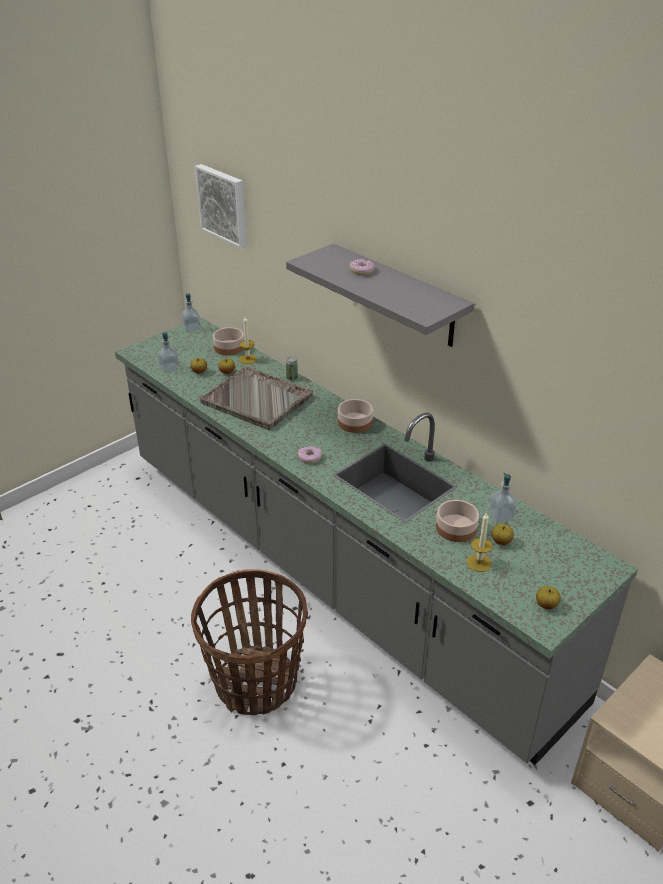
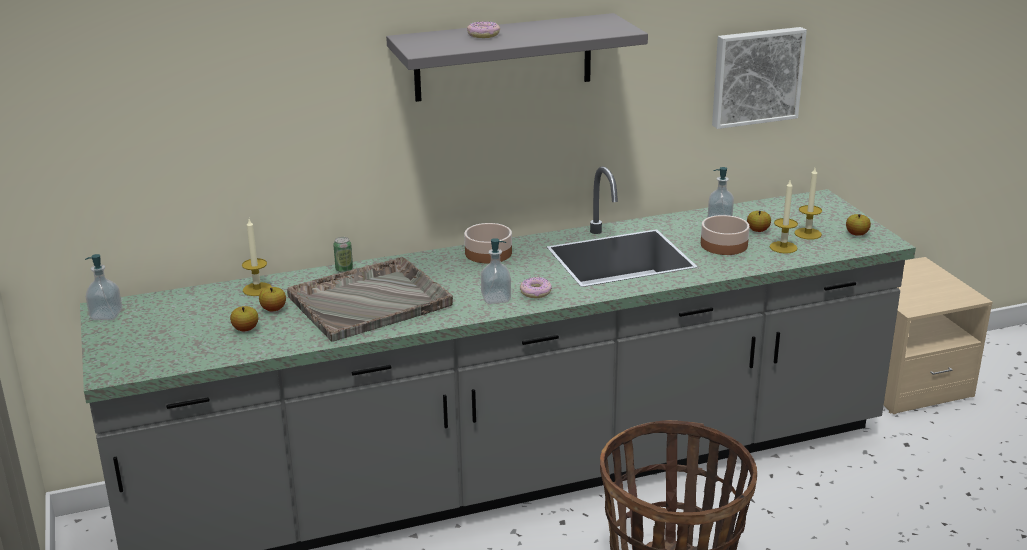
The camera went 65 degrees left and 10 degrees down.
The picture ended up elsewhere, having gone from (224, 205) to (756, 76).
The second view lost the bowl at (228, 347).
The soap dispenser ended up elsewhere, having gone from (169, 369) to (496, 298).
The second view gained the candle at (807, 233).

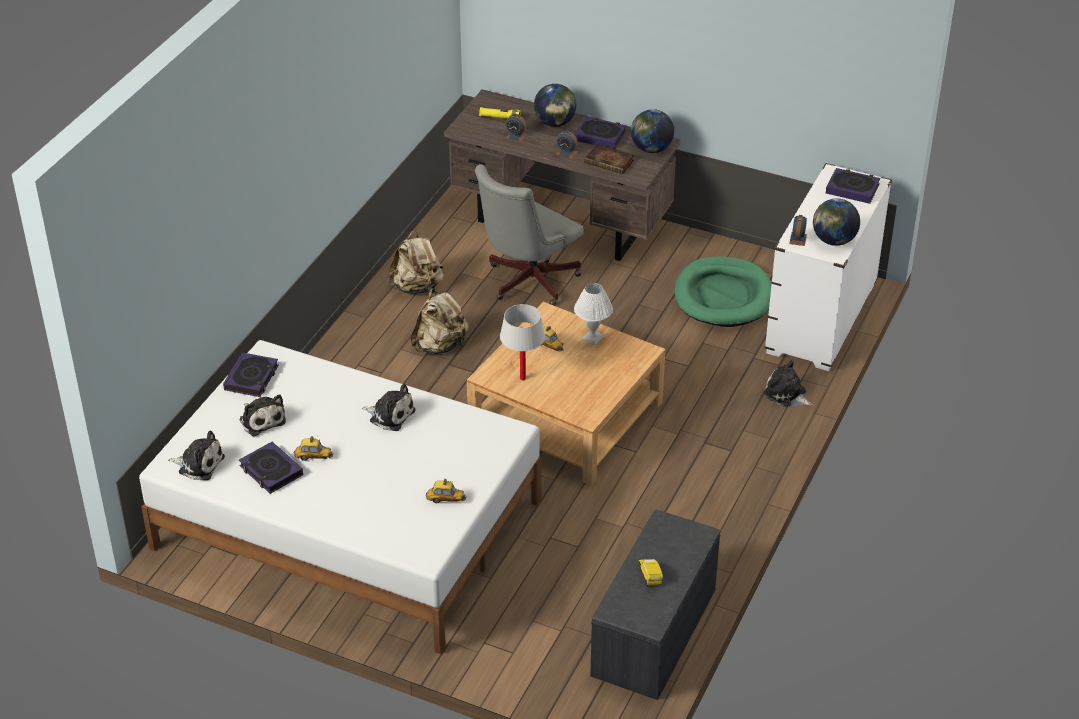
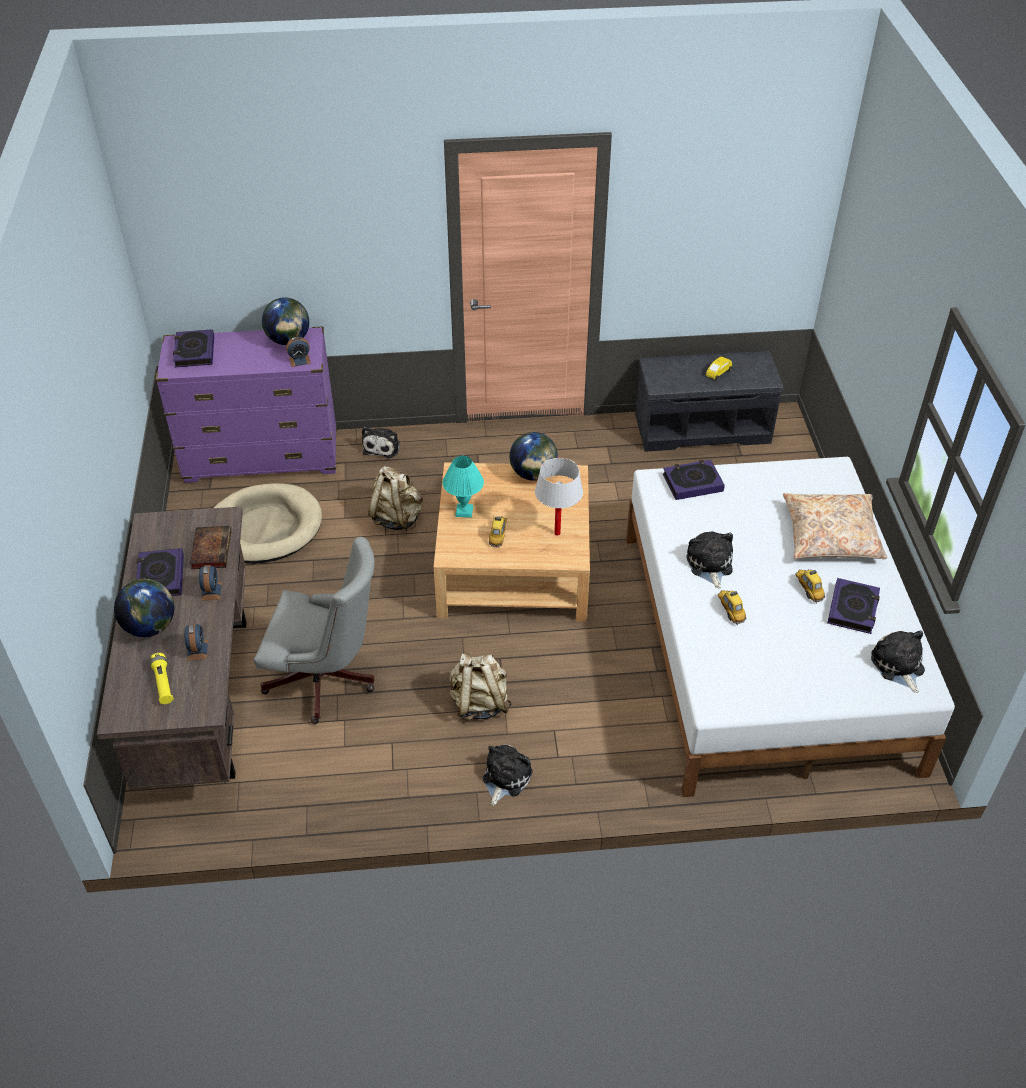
The camera went 120 degrees left and 5 degrees up.
The globe ended up elsewhere, having gone from (651, 149) to (533, 474).
What was the dresser (white) at (821, 319) turned into the dresser (purple) at (262, 457).
The backpack (beige) ended up elsewhere, having gone from (417, 287) to (397, 518).
What was the dog bed (green) at (723, 296) turned into the dog bed (beige) at (264, 528).
What was the table lamp (white) at (593, 338) turned into the table lamp (turquoise) at (464, 511).
The book ended up elsewhere, having gone from (252, 378) to (692, 483).
The plush toy ended up elsewhere, having gone from (261, 419) to (505, 778).
The toy car ended up elsewhere, having gone from (446, 499) to (730, 611).
The second view gained the pillow (beige) at (831, 535).

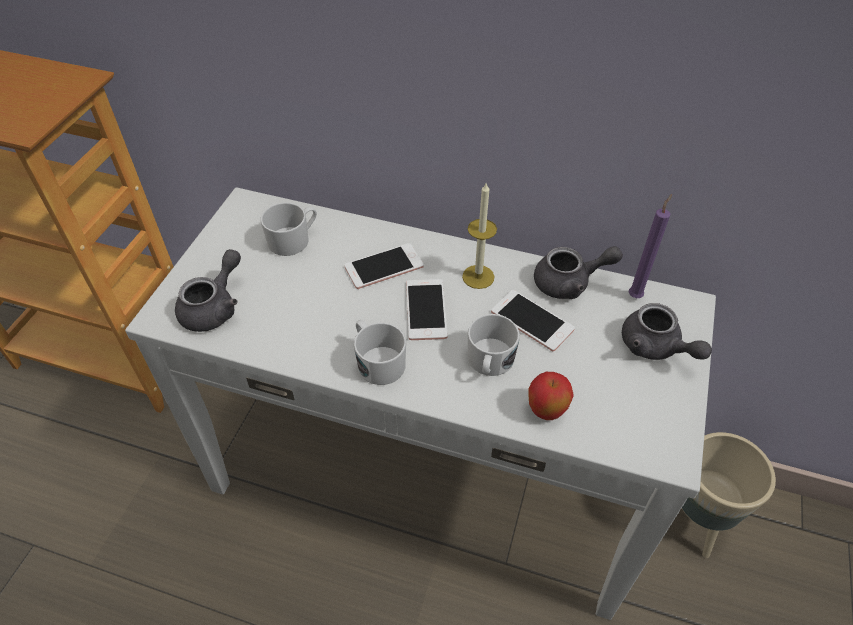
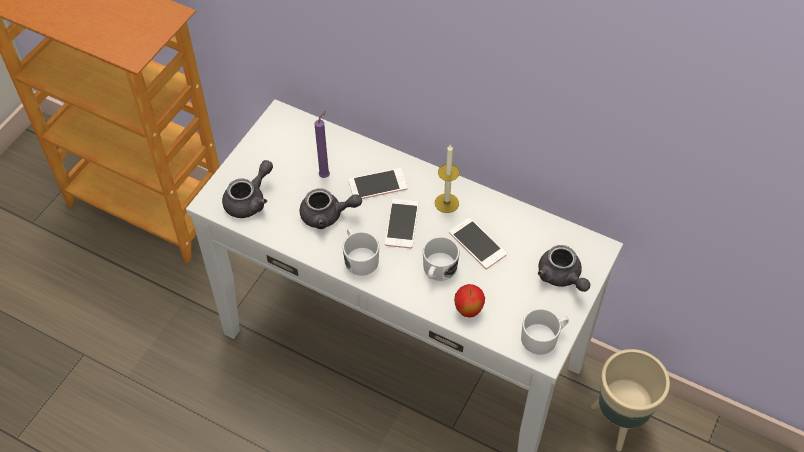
The camera went 10 degrees right and 5 degrees up.
The candle (purple) ended up elsewhere, having gone from (636, 295) to (326, 175).
The mug (white) ended up elsewhere, having gone from (293, 239) to (543, 337).
The teapot (grey) ended up elsewhere, having gone from (569, 283) to (327, 215).

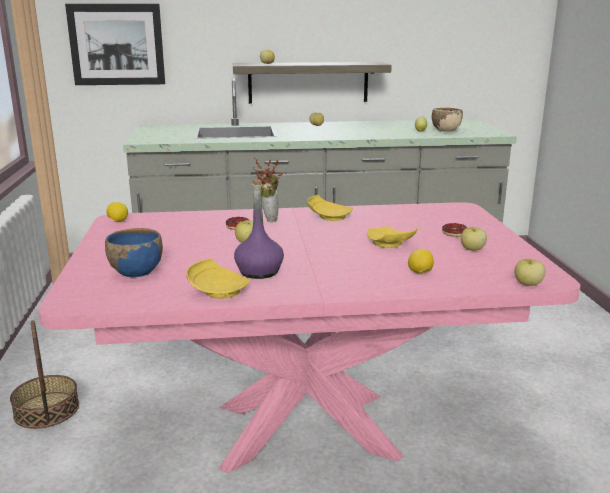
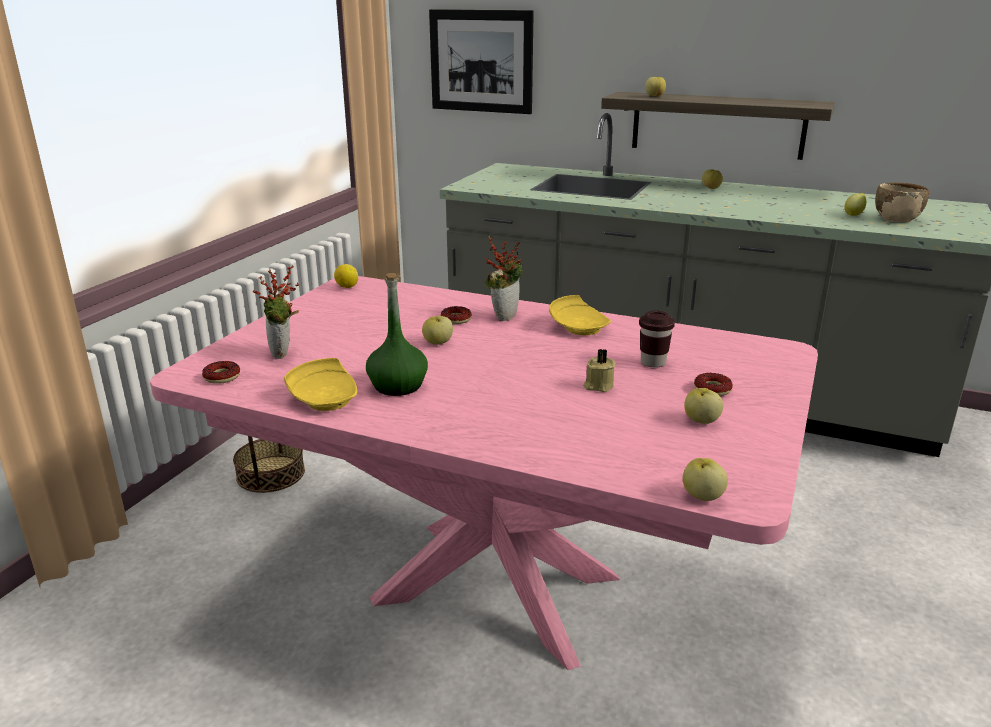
The camera went 30 degrees right and 5 degrees up.
What was the bottle (purple) at (259, 272) turned into the bottle (green) at (398, 386).
Where the plate (yellow) stood at (389, 245), the candle (beige) came to stand at (598, 386).
Where the bowl (blue) stood at (136, 271), the potted plant came to stand at (284, 354).
The second view lost the lemon at (420, 273).
The second view gained the cup (brown) at (653, 362).
The second view gained the donut at (222, 377).

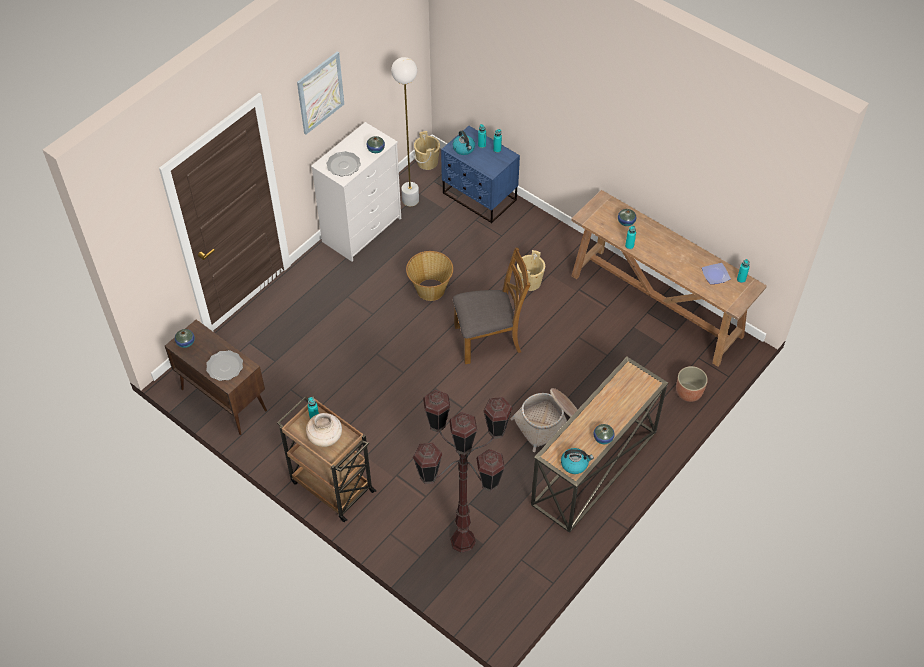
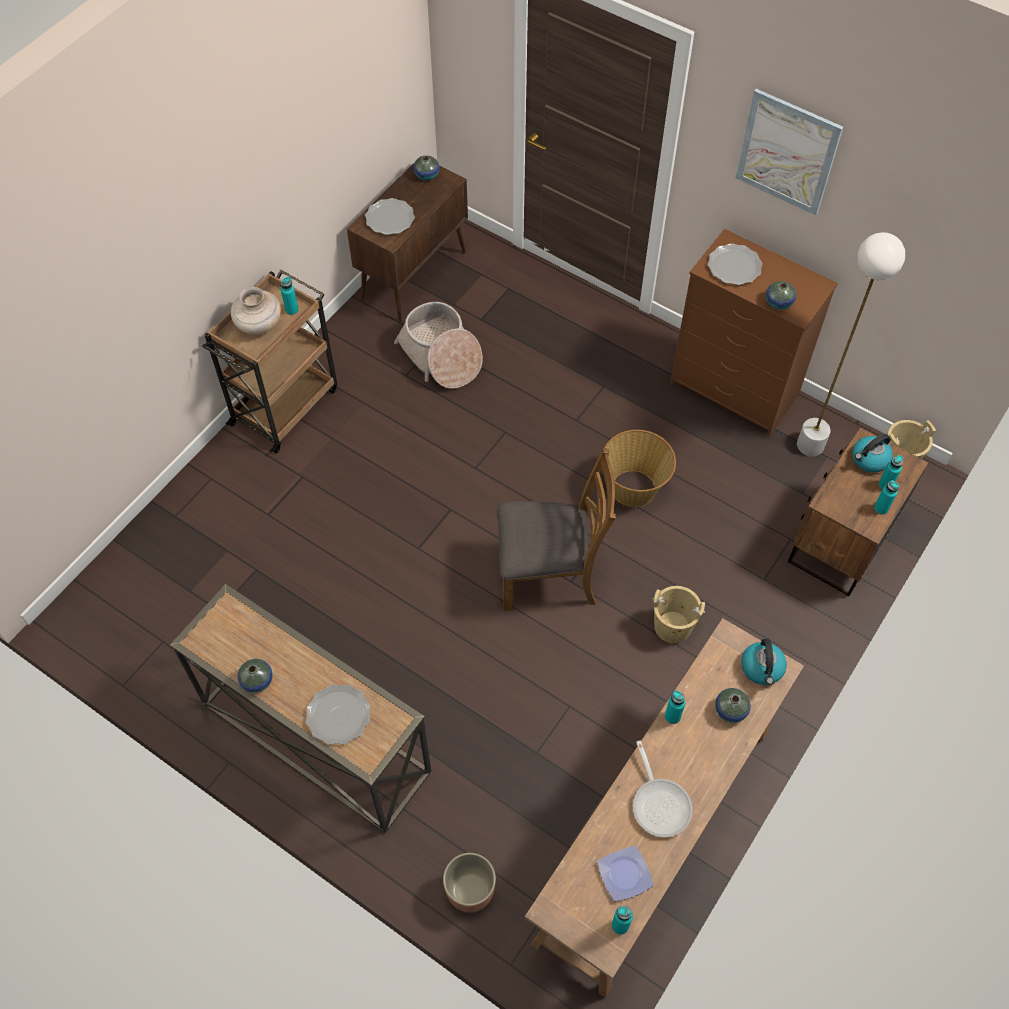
The camera went 85 degrees right and 5 degrees up.
What was the dresser (white) at (362, 229) turned into the dresser (brown) at (735, 389).
What was the nightstand (blue) at (479, 197) turned into the nightstand (brown) at (840, 540).
The chair (brown) at (488, 339) ended up facing another way, 75 degrees counterclockwise from before.
The basket ended up elsewhere, having gone from (548, 423) to (441, 356).
The second view lost the floor lamp (brown) at (462, 541).
The kettle ended up elsewhere, having gone from (575, 464) to (762, 668).
The second view gained the plate at (338, 716).
The second view gained the frying pan at (660, 803).

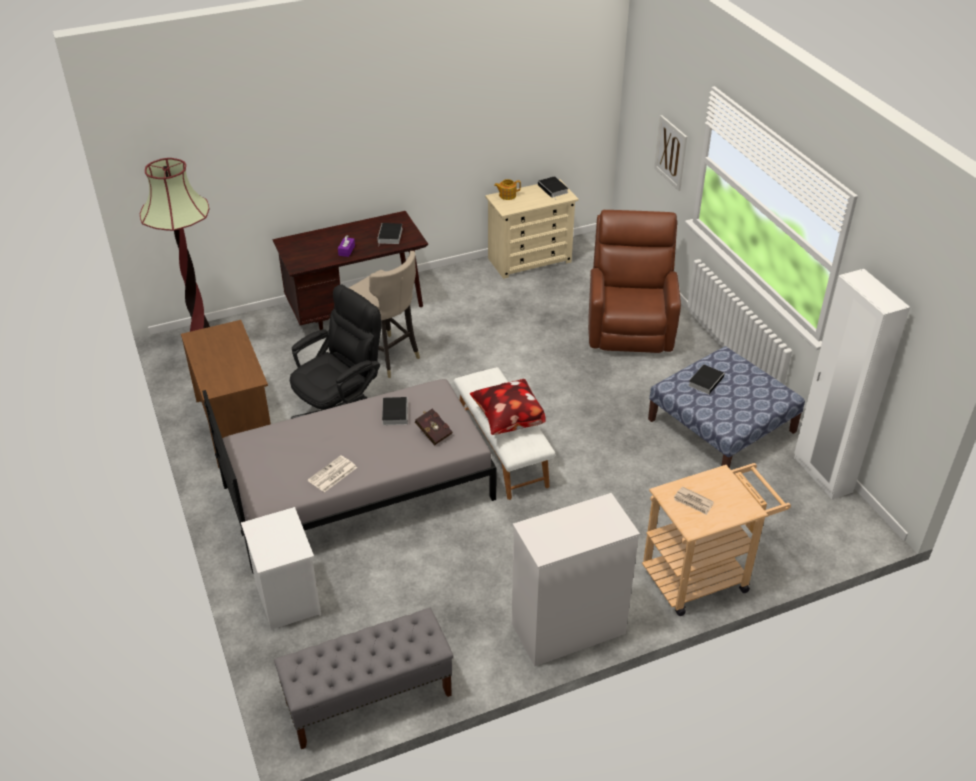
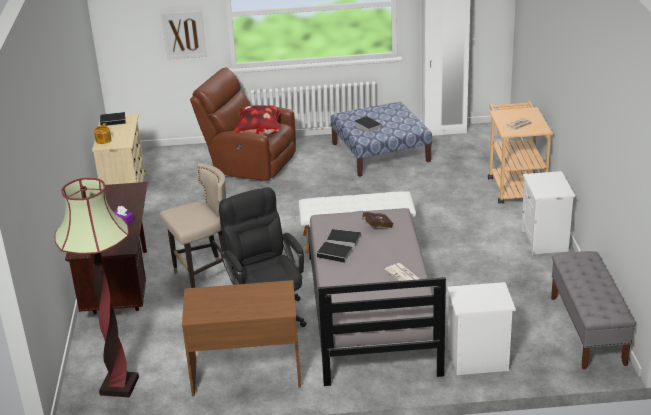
The camera went 70 degrees left and 10 degrees down.
The book ended up elsewhere, having gone from (390, 236) to (336, 254).
The pillow ended up elsewhere, having gone from (507, 421) to (259, 133).
Where the dresser (white) stood at (567, 629), the nightstand (white) came to stand at (545, 241).

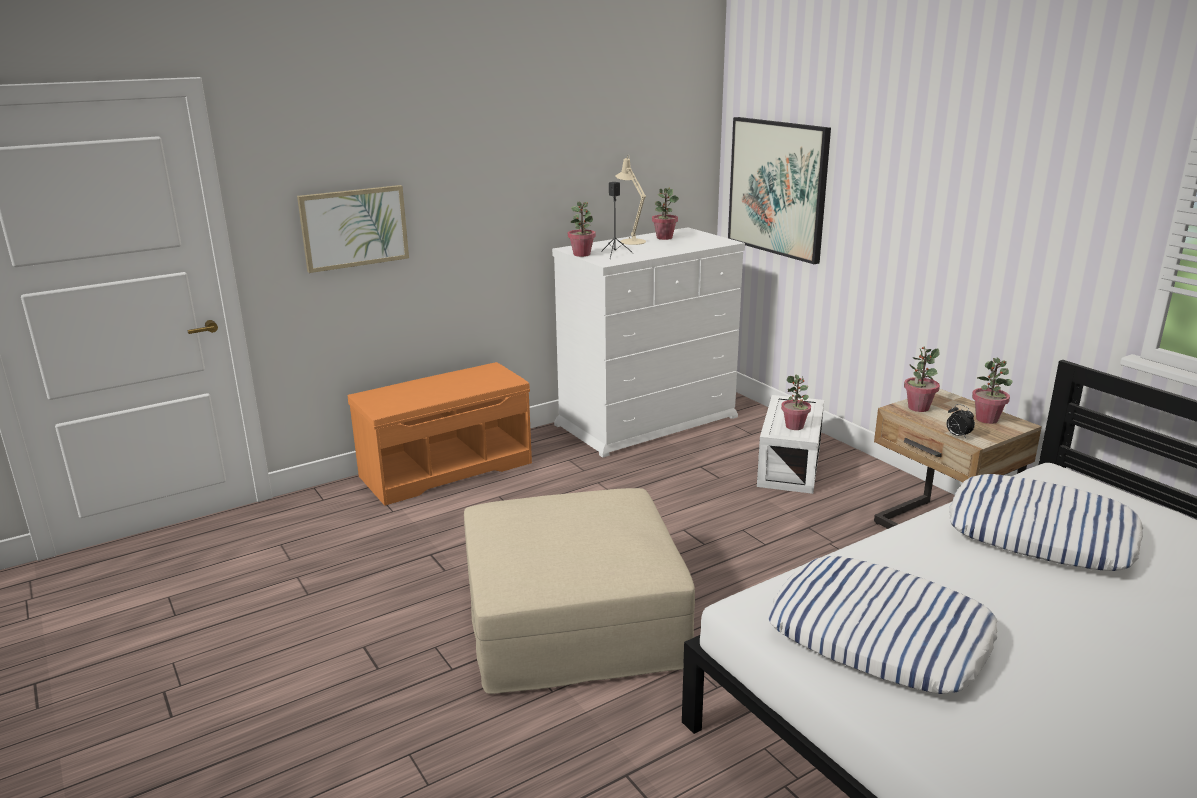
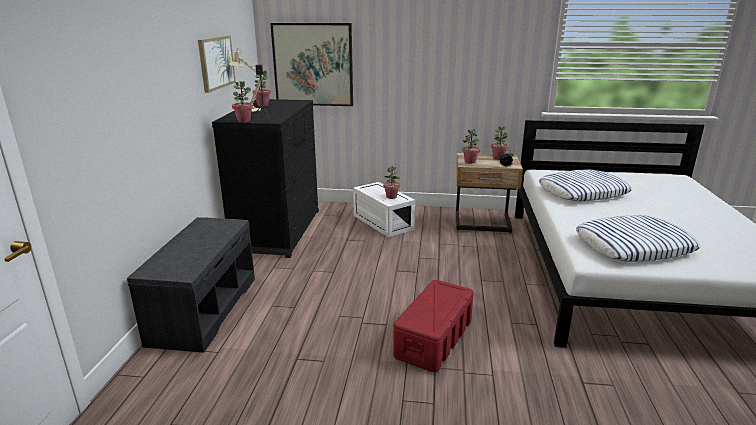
The camera went 50 degrees left and 0 degrees up.
The picture ended up elsewhere, having gone from (354, 227) to (216, 62).
What was the dresser (white) at (647, 421) turned into the dresser (black) at (277, 230).
What was the bench (orange) at (447, 468) turned into the bench (grey) at (204, 308).
Where the ottoman (beige) stood at (572, 619), the storage box (red) came to stand at (434, 338).

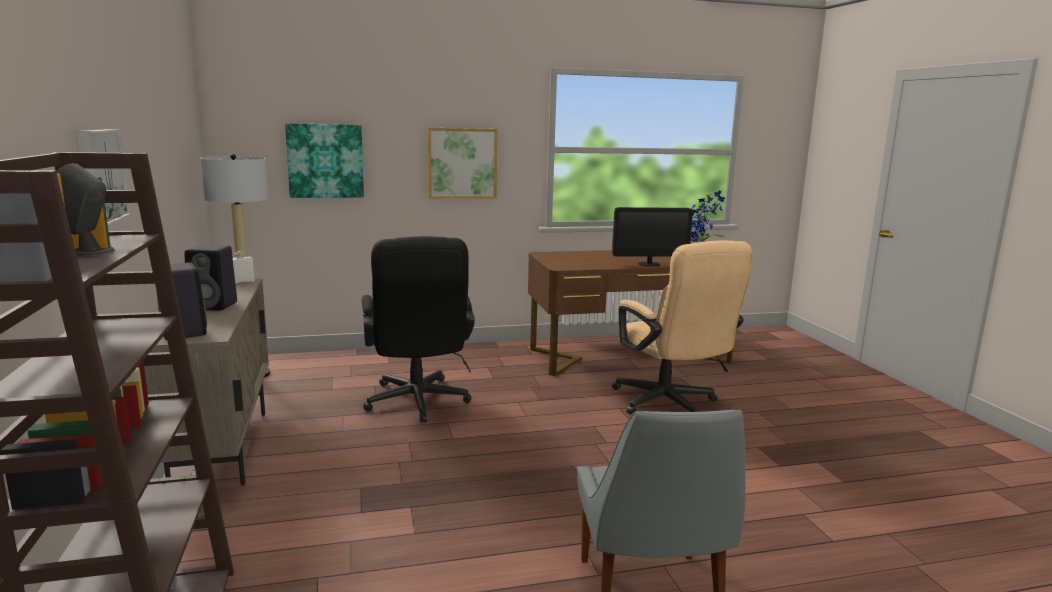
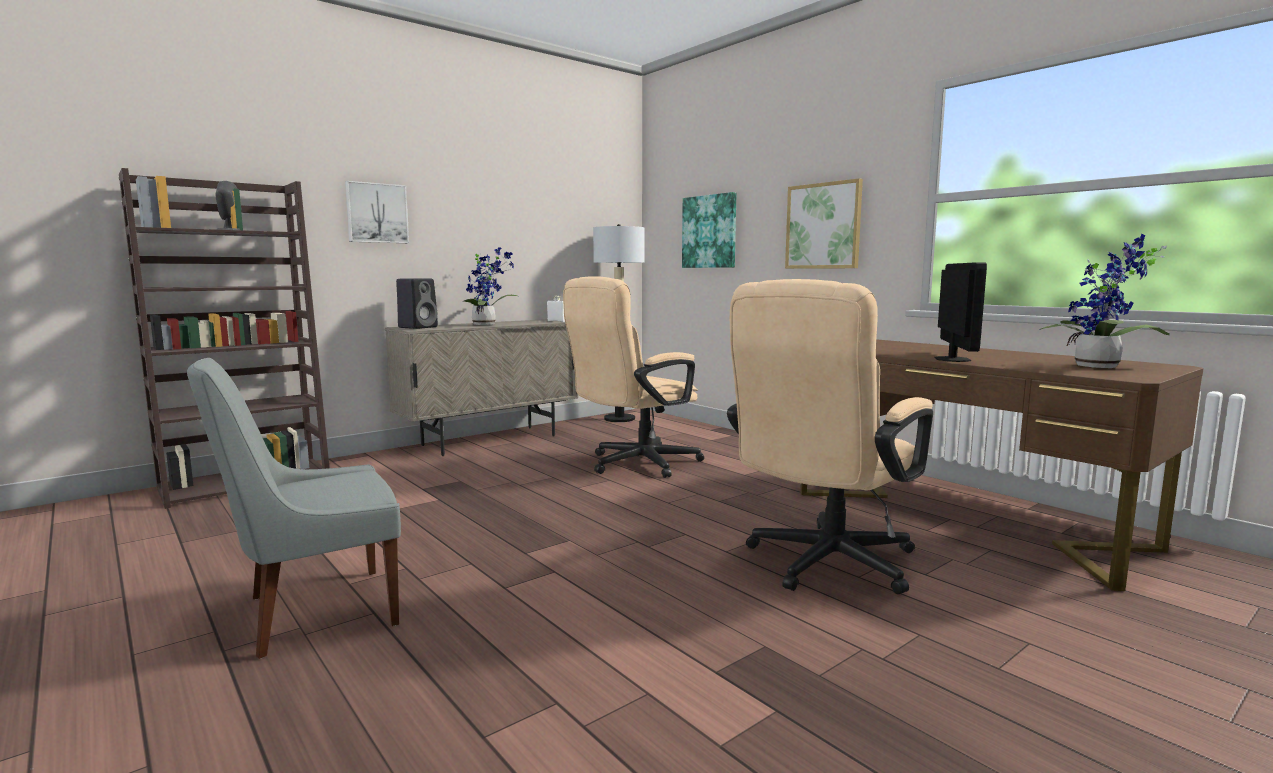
The camera went 65 degrees right and 5 degrees down.
The monitor at (649, 264) ended up facing another way, 135 degrees counterclockwise from before.
What was the office chair (black) at (417, 404) turned into the office chair (beige) at (634, 464).
Where the speaker (black) stood at (215, 306), the potted plant came to stand at (487, 324).

